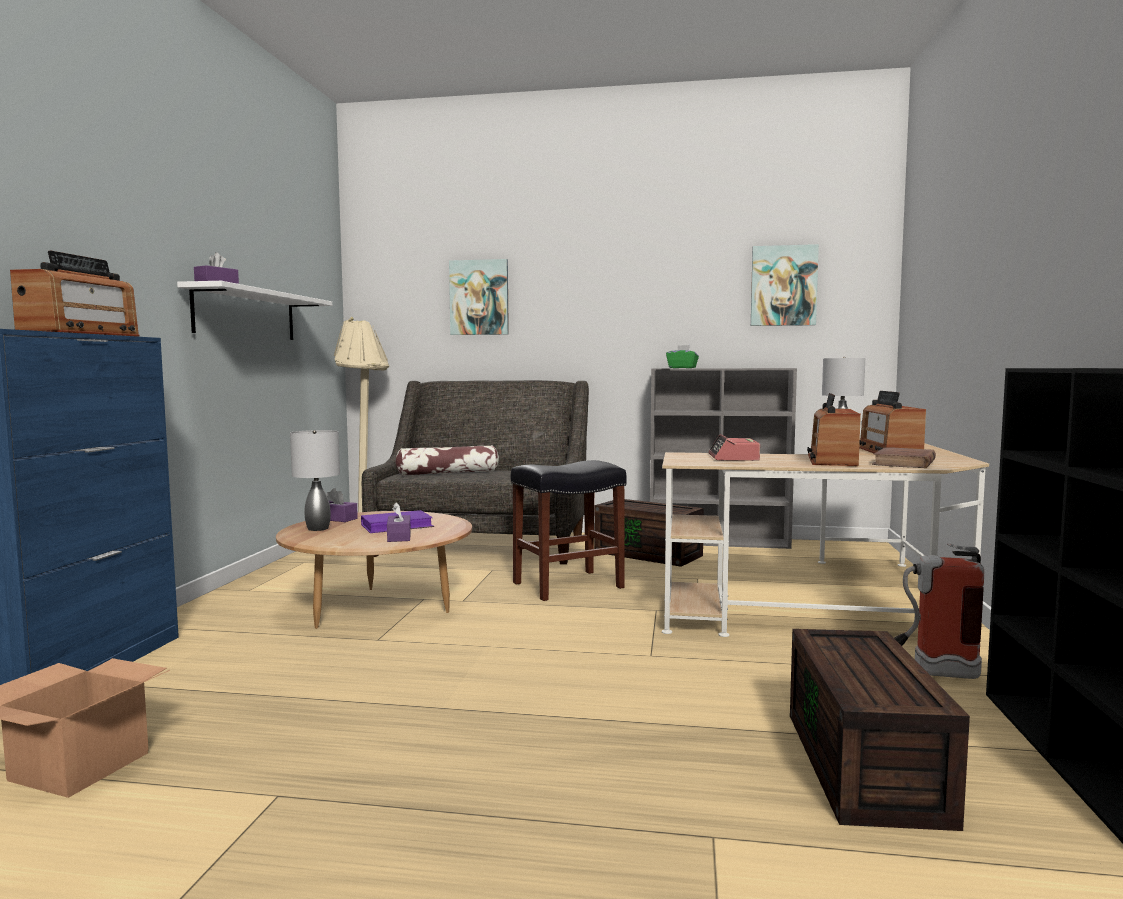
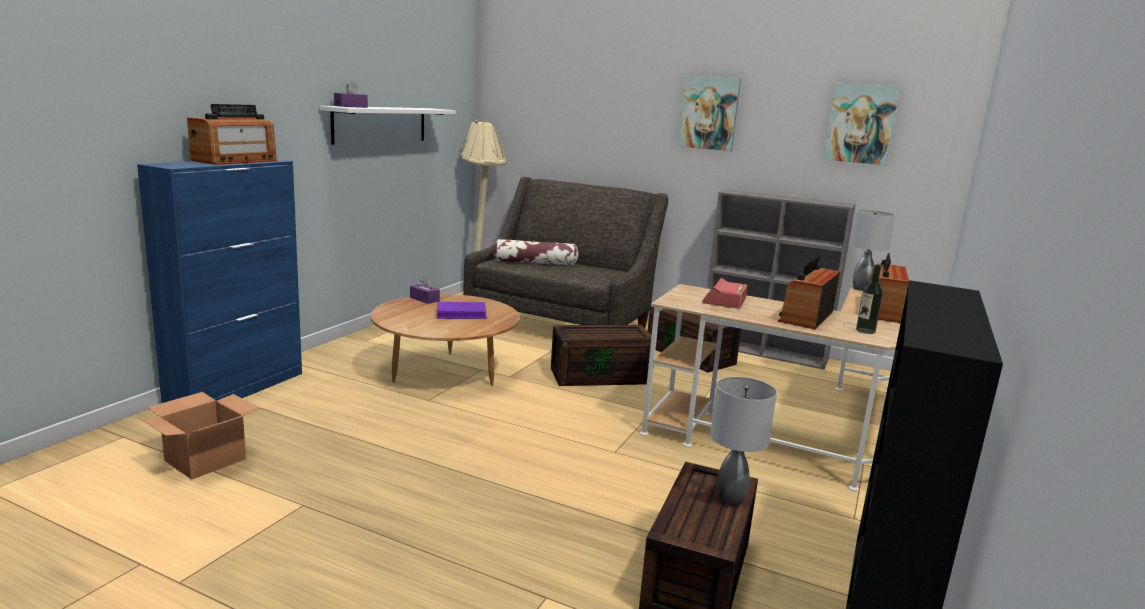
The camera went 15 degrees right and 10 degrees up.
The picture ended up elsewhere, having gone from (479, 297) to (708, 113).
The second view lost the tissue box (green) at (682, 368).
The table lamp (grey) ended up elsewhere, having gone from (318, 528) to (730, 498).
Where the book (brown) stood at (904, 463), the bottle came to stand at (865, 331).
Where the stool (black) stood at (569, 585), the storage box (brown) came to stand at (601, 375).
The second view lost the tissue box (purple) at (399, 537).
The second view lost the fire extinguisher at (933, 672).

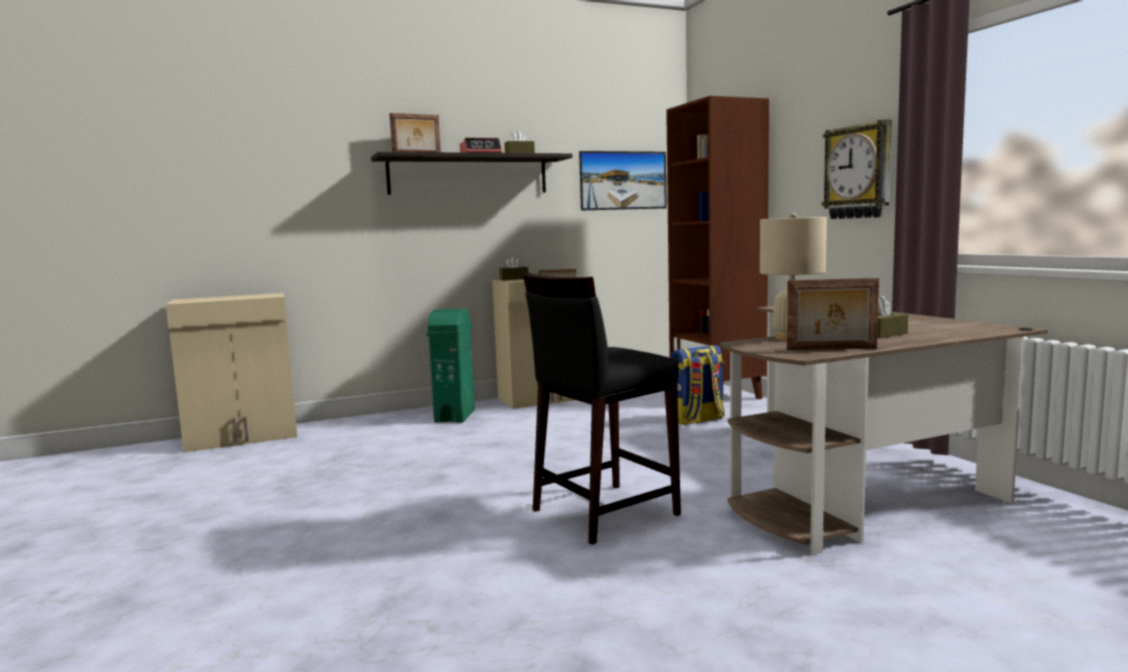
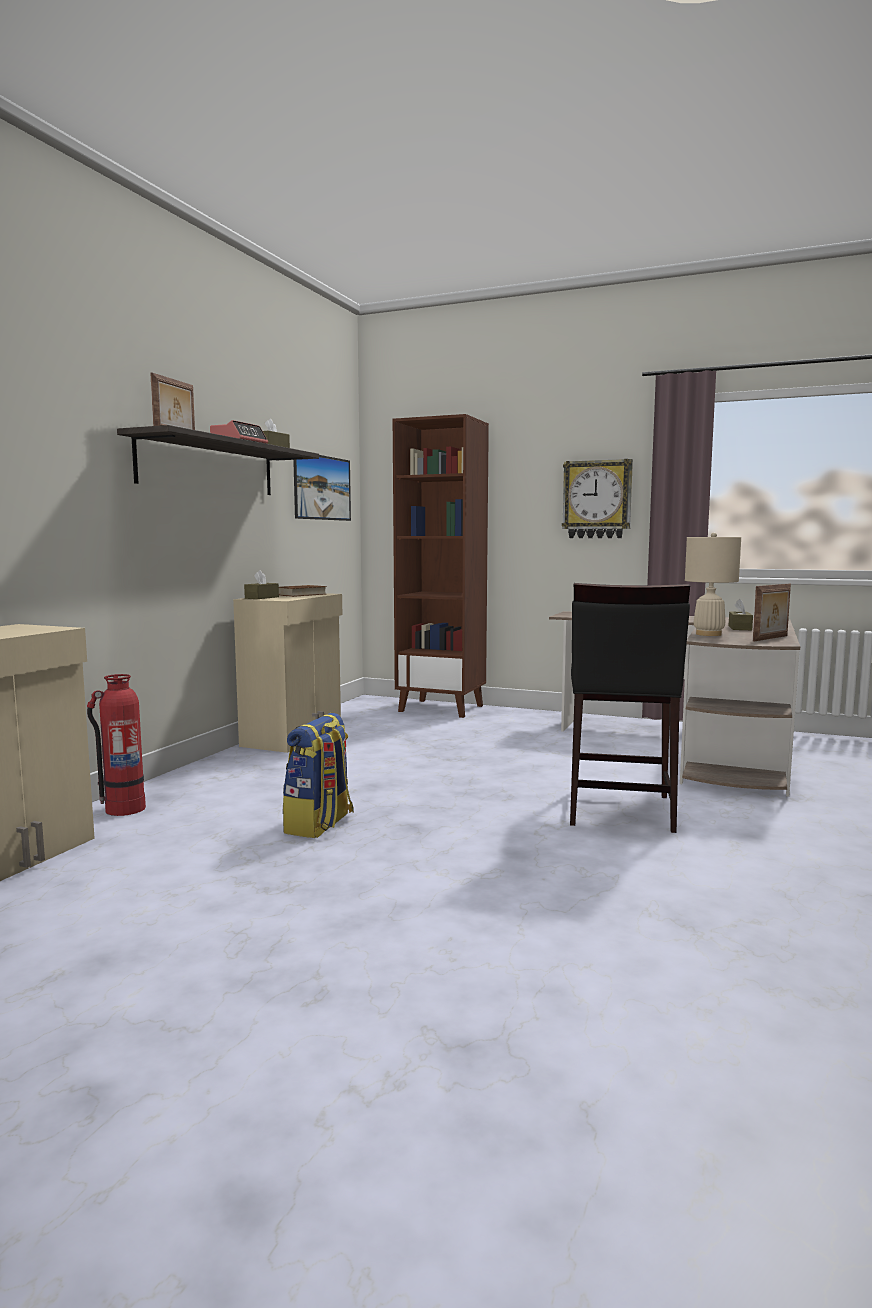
The camera went 45 degrees left and 0 degrees up.
The second view lost the trash can (green) at (455, 416).
The backpack ended up elsewhere, having gone from (697, 420) to (320, 824).
The second view gained the fire extinguisher at (124, 809).

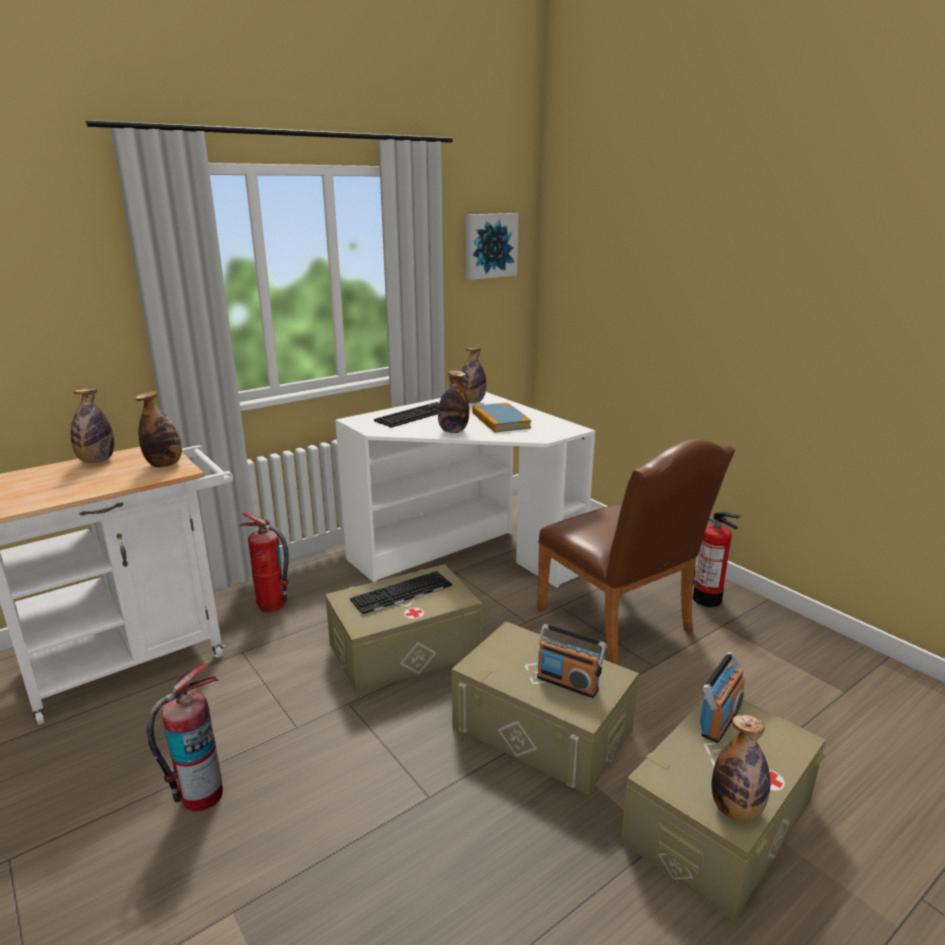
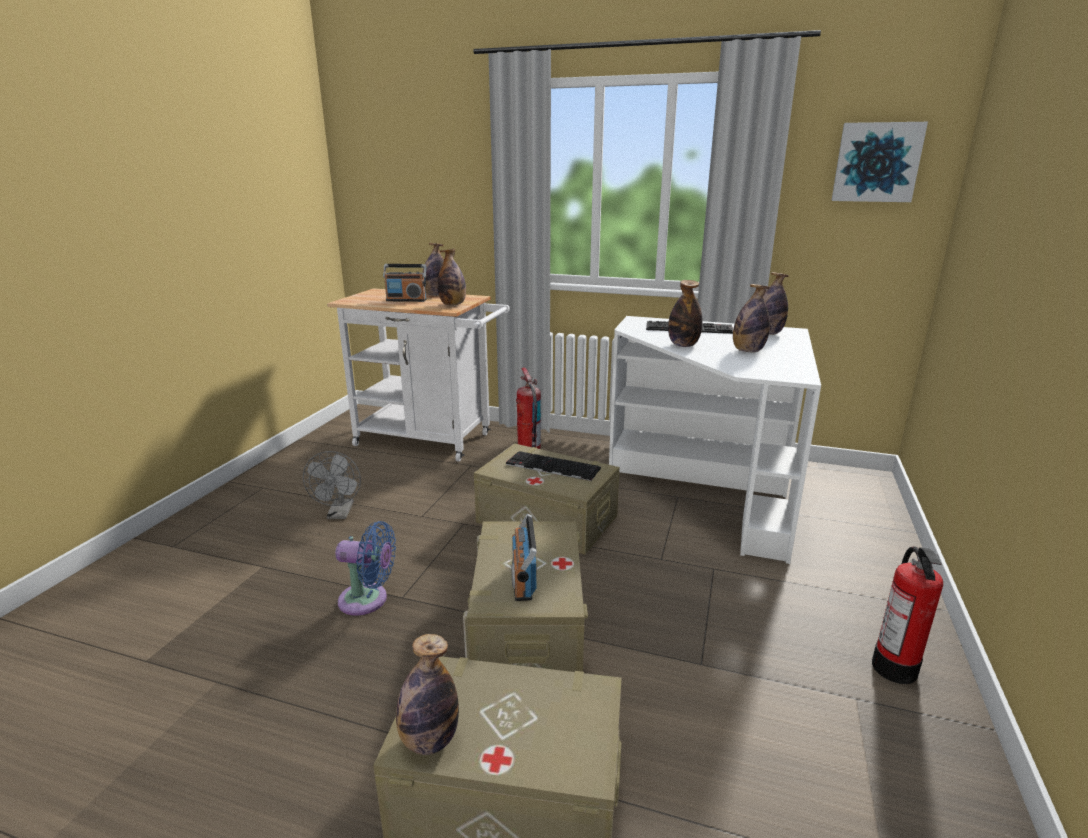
The camera went 55 degrees right and 0 degrees up.
Where the book stood at (500, 420), the bottle came to stand at (748, 351).
The second view lost the chair (brown) at (620, 625).
The radio ended up elsewhere, having gone from (720, 720) to (406, 300).
Where the fire extinguisher stood at (201, 795), the fan (grey) came to stand at (339, 514).
The second view gained the fan (blue) at (368, 600).

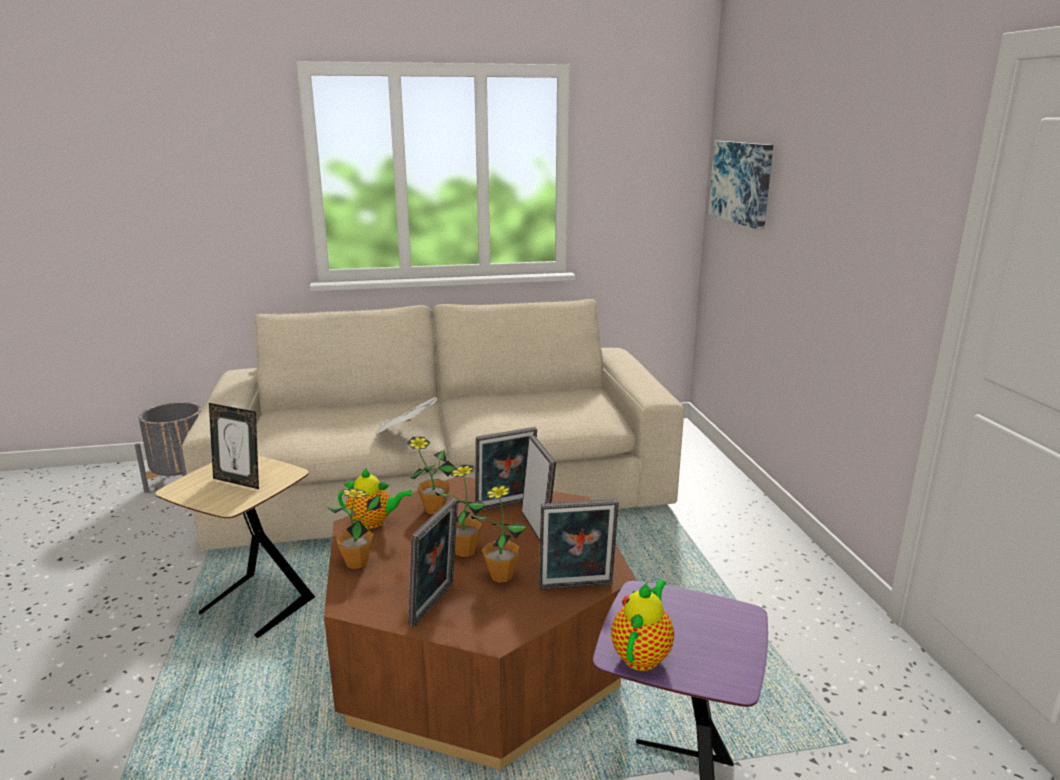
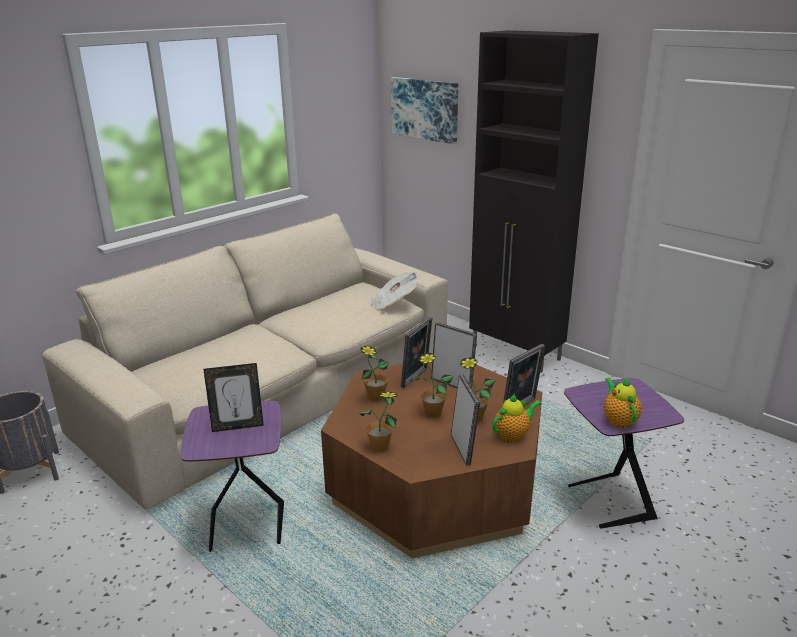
The camera went 35 degrees left and 5 degrees up.
The newspaper ended up elsewhere, having gone from (405, 432) to (393, 302).
What was the side table (beige) at (254, 607) turned into the side table (purple) at (247, 527).
The teapot ended up elsewhere, having gone from (373, 522) to (513, 435).
The second view gained the cabinet (black) at (516, 353).

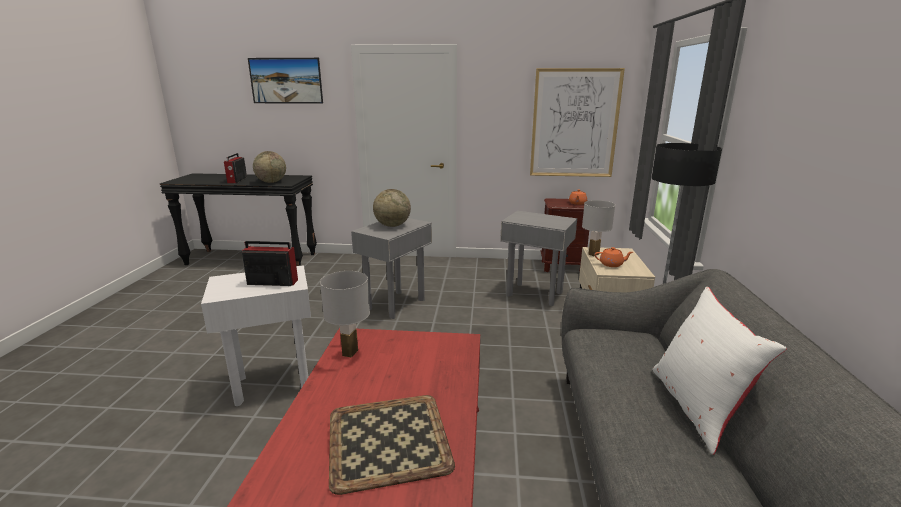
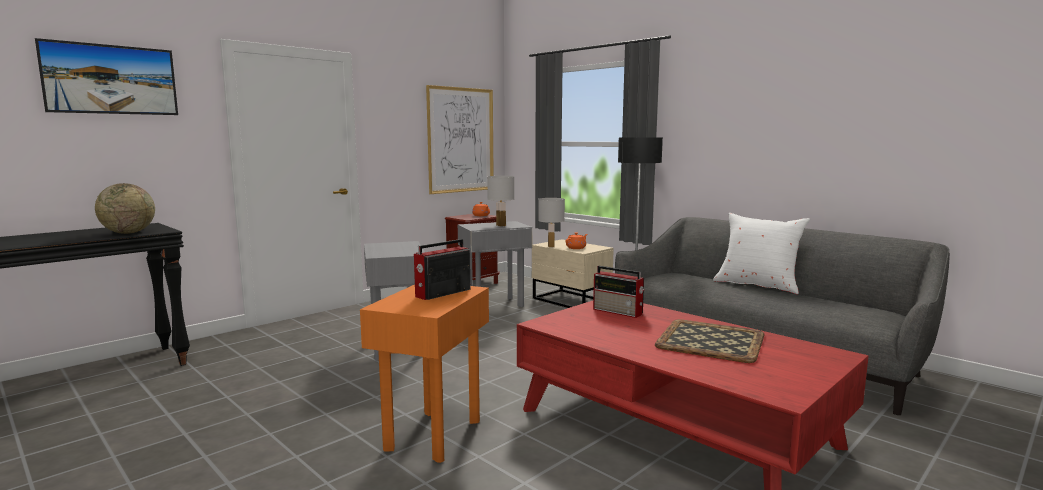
The camera went 50 degrees left and 10 degrees down.
The radio ended up elsewhere, having gone from (236, 180) to (618, 312).
The second view lost the globe at (392, 225).
What was the side table (white) at (272, 383) turned into the side table (orange) at (432, 434).
The table lamp (white) ended up elsewhere, having gone from (350, 352) to (500, 225).

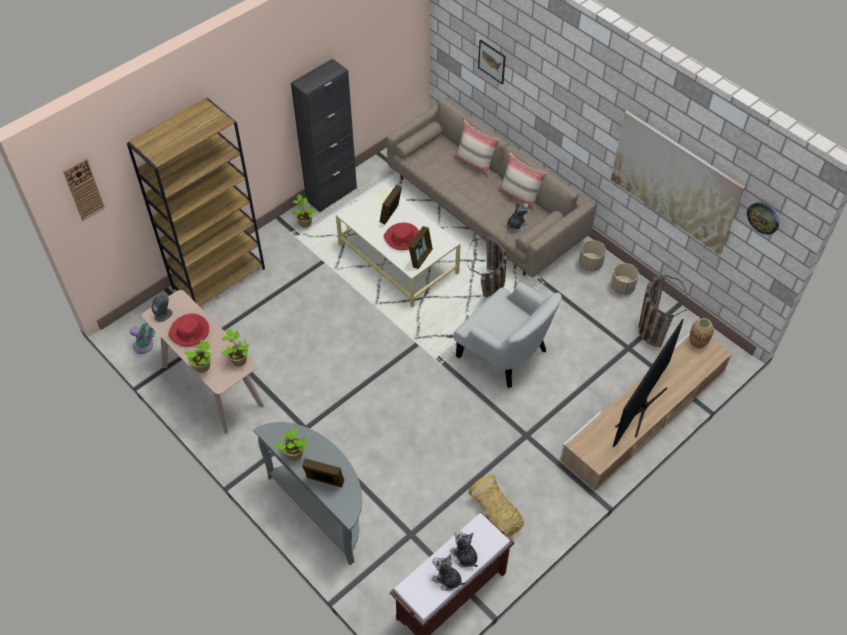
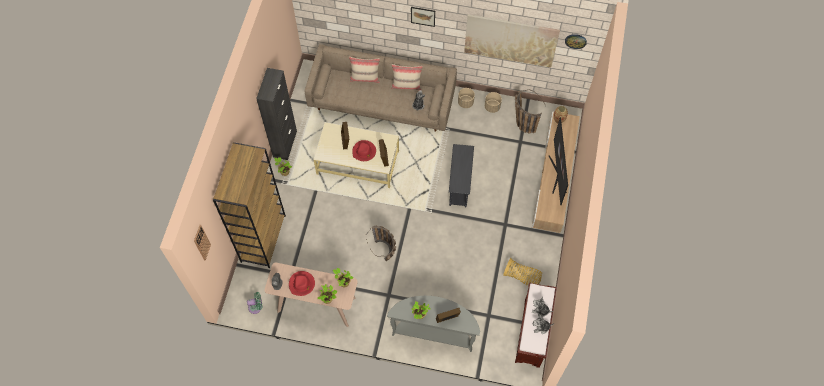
The camera went 35 degrees left and 10 degrees up.
The picture ended up elsewhere, having gone from (492, 61) to (423, 16).
The basket ended up elsewhere, having gone from (489, 289) to (386, 253).
Where the armchair (white) stood at (505, 353), the side table (grey) came to stand at (460, 184).

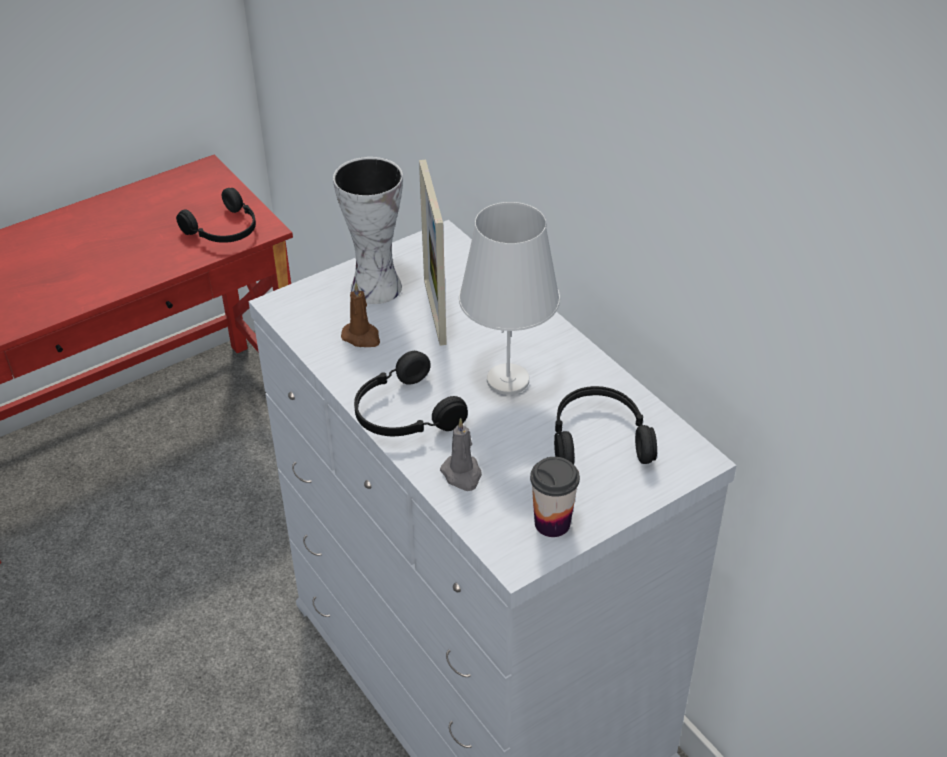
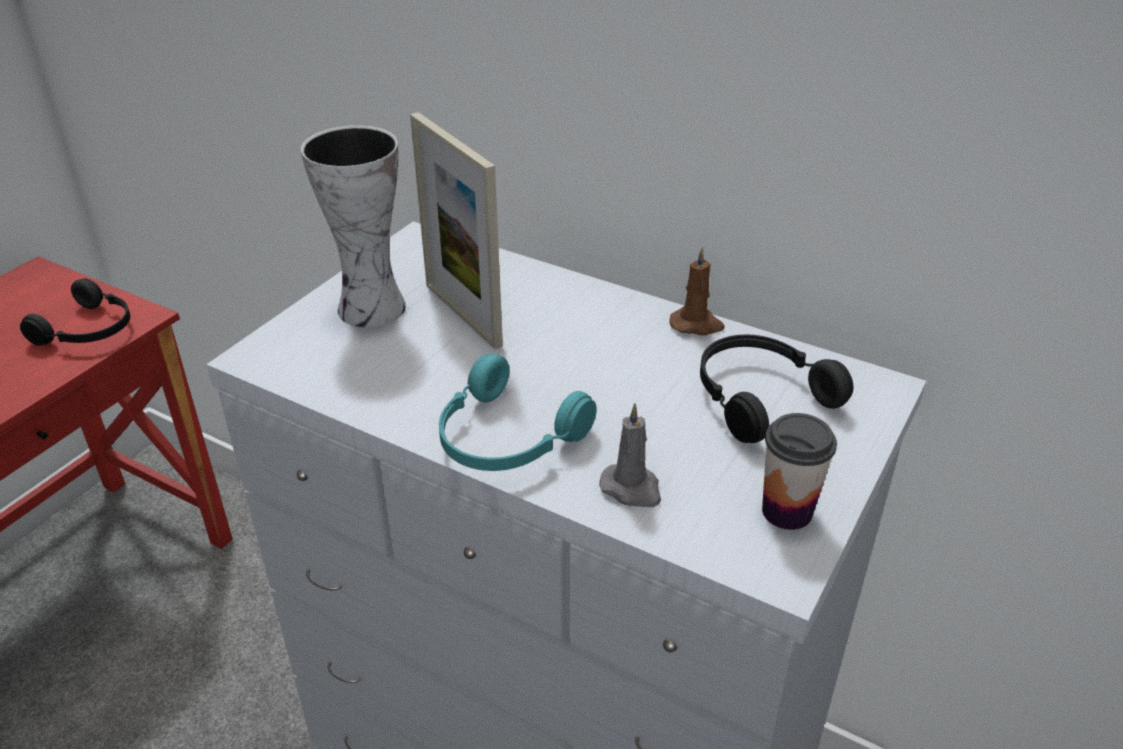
The camera went 25 degrees left and 5 degrees down.
The second view lost the table lamp (white) at (508, 379).
The candle (brown) ended up elsewhere, having gone from (362, 337) to (697, 324).
What was the headphones (black) at (404, 414) turned into the headphones (turquoise) at (505, 439).

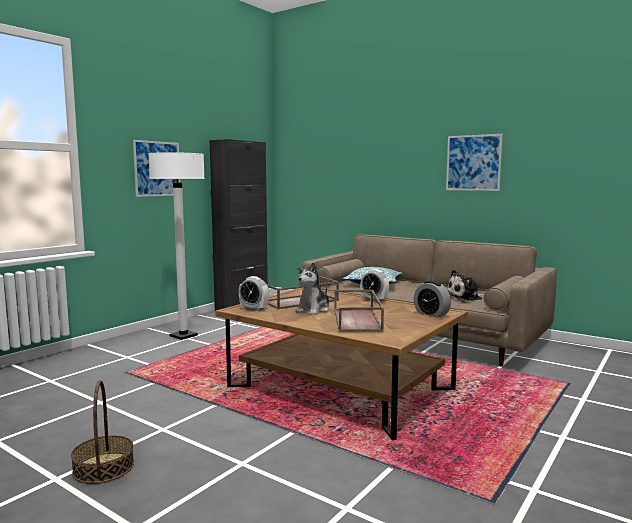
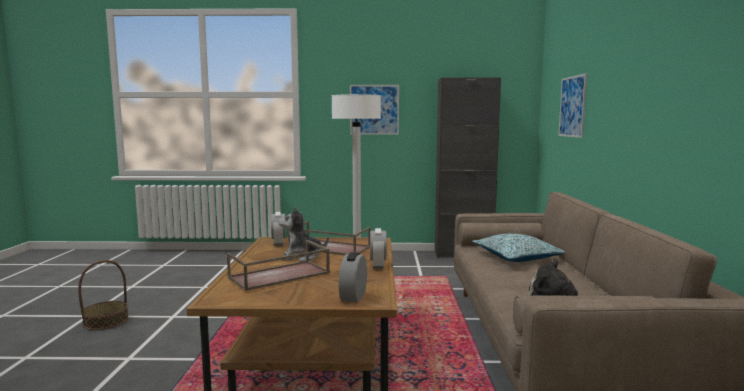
The camera went 55 degrees right and 0 degrees up.
The picture ended up elsewhere, having gone from (473, 162) to (572, 106).

